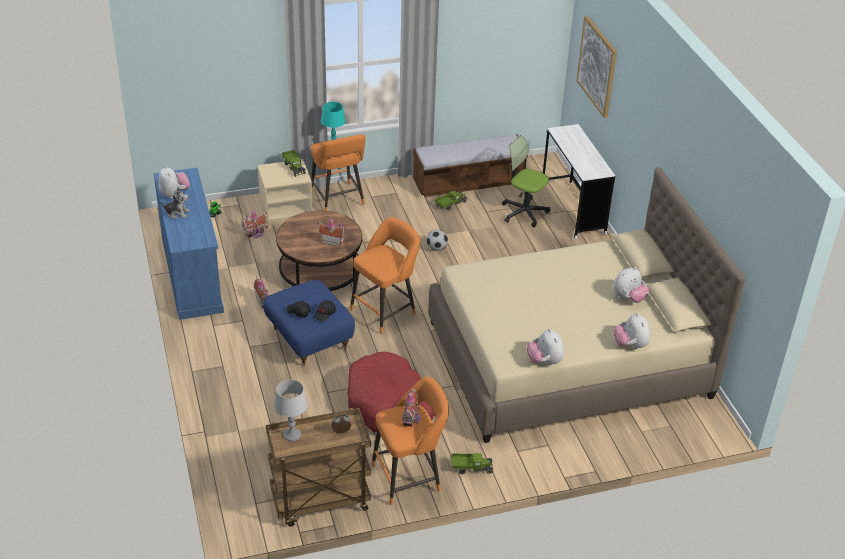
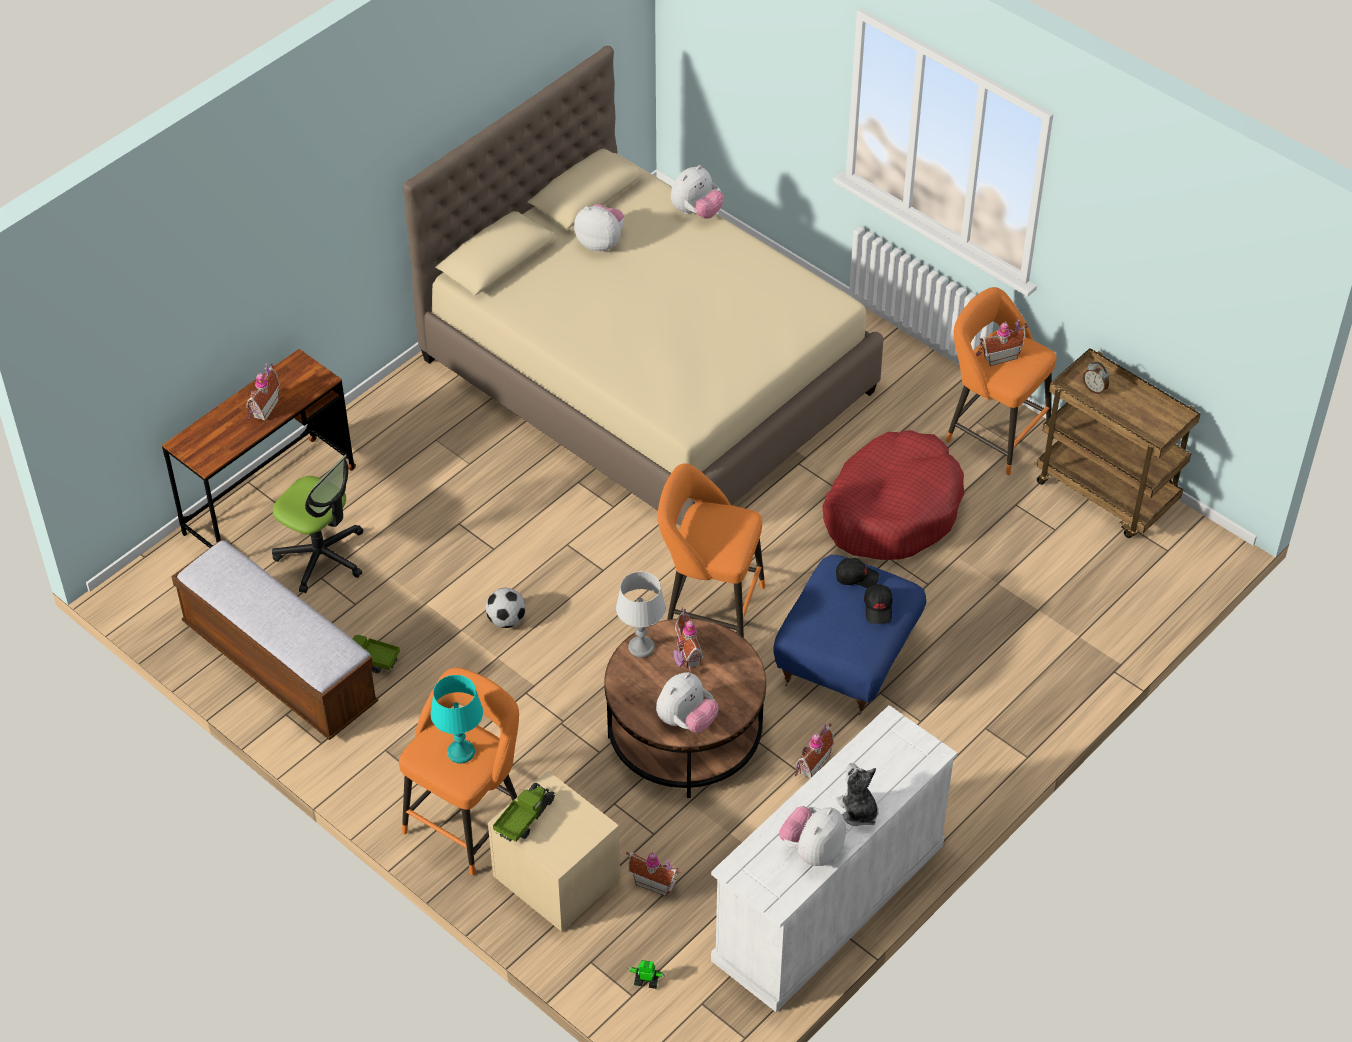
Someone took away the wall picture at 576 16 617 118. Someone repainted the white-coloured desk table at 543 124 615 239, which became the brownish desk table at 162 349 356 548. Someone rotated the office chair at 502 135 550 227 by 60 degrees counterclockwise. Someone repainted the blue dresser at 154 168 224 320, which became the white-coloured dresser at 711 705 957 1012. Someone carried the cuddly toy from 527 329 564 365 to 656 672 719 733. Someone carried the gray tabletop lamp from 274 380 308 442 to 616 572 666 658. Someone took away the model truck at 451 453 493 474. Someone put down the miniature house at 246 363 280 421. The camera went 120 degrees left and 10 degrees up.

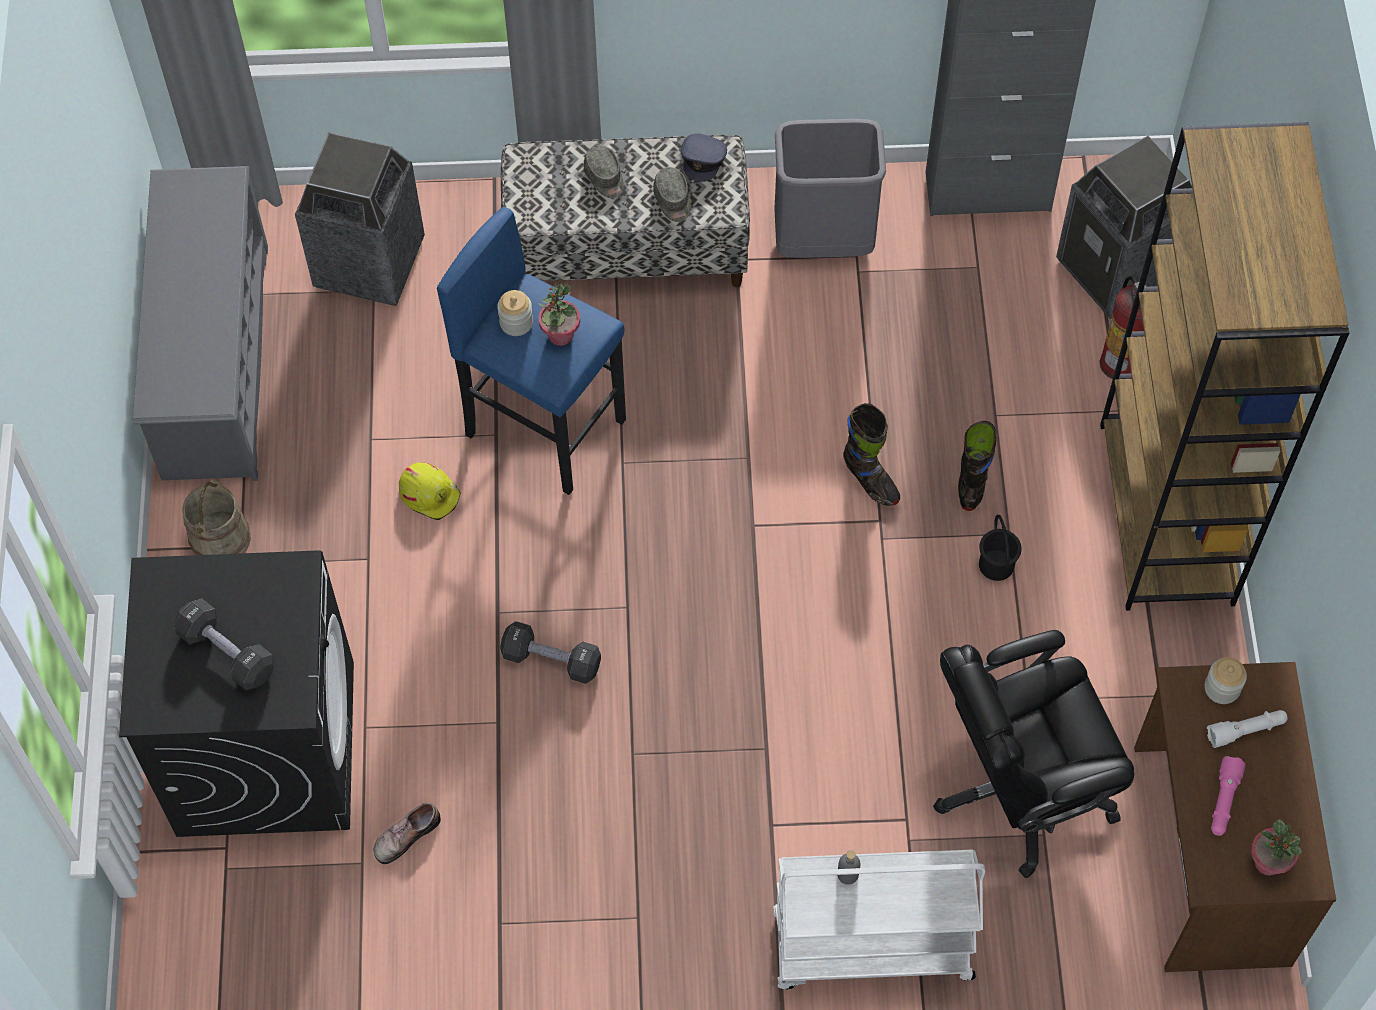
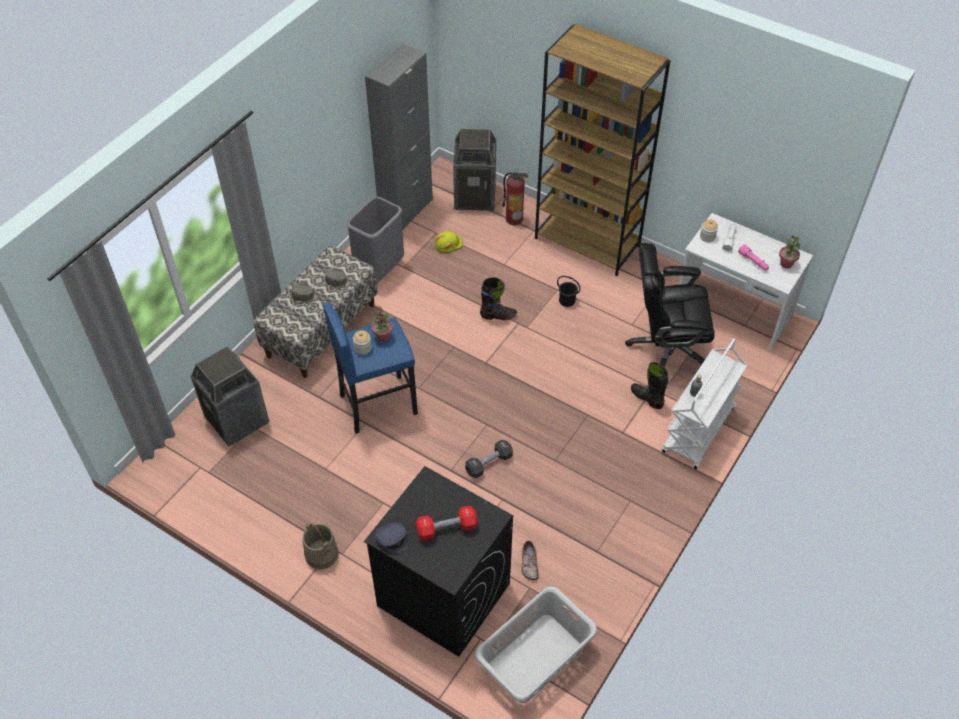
Someone carried the gray cap from 681 133 727 182 to 375 522 408 554. Someone took away the gray shoe stand at 133 166 268 481. Someone carried the black boot from 958 421 996 511 to 631 362 669 409. Someone carried the yellow-coloured work helmet from 399 462 461 520 to 434 231 463 253. Someone repainted the black free weight at 174 599 275 690, which became the red-coloured free weight at 416 505 478 541. Someone rotated the black office chair at 933 630 1134 878 by 75 degrees clockwise. Someone repainted the brownish desk table at 1134 662 1336 972, which became the white-coloured desk table at 679 213 813 350. Someone put down the gray laundry basket at 475 587 597 703. The camera went 55 degrees left and 10 degrees down.

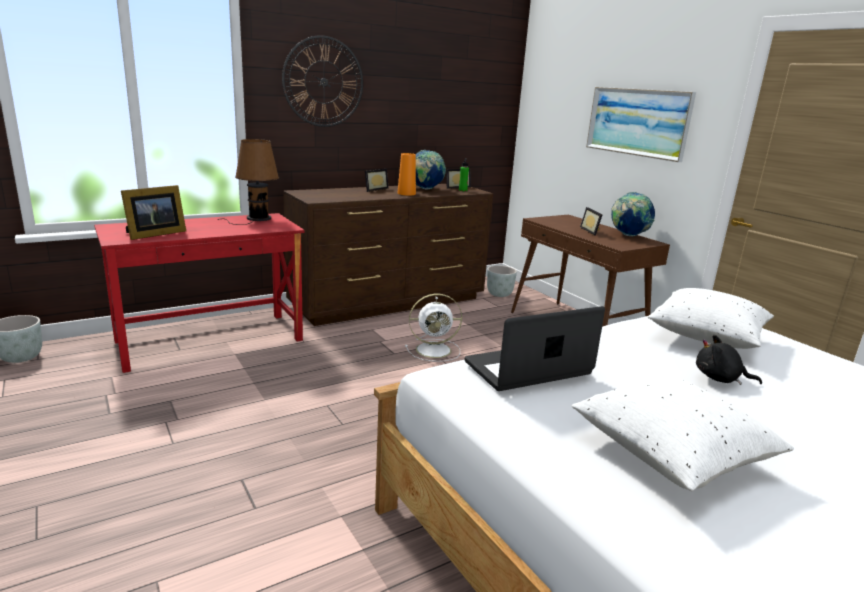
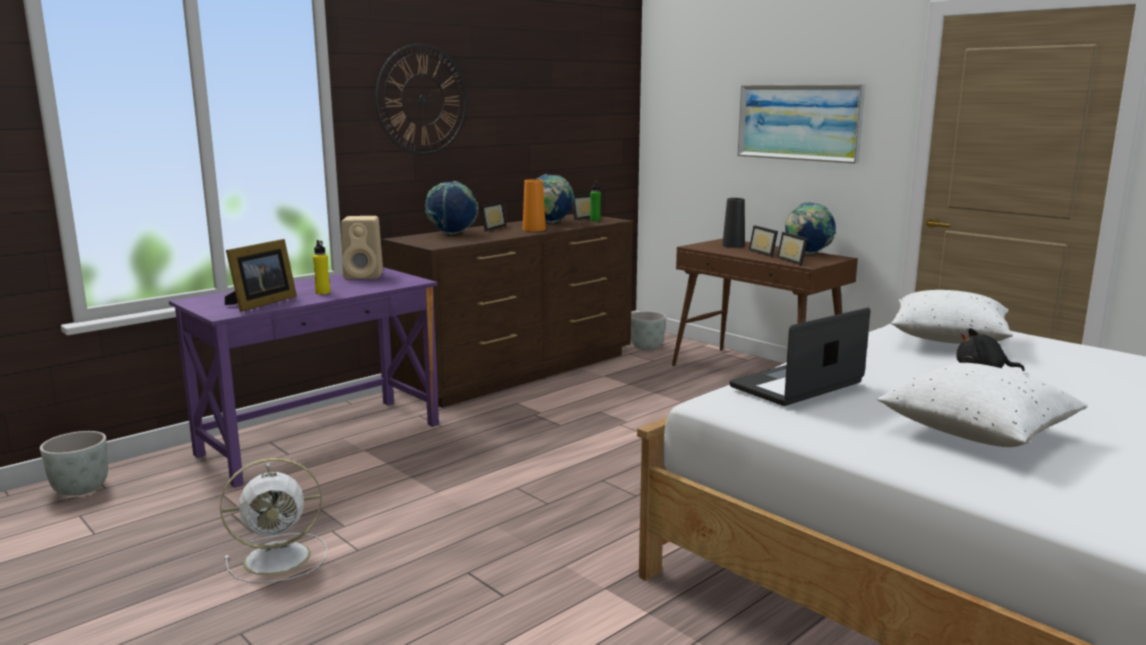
Someone swapped the brownish tabletop lamp at 218 139 279 225 for the beige-coloured loudspeaker at 341 216 383 279. Someone repainted the red-coloured desk table at 94 213 305 373, which became the purplish desk table at 169 267 439 488. Someone carried the white-coloured electric fan from 405 294 462 361 to 220 458 327 583. Someone put down the desk globe at 425 181 478 234. Someone put down the black flower vase at 722 198 745 248. Someone put down the standing frame at 777 232 808 265. Someone put down the yellow-coloured bottle at 313 240 330 294. The camera went 10 degrees left and 5 degrees down.

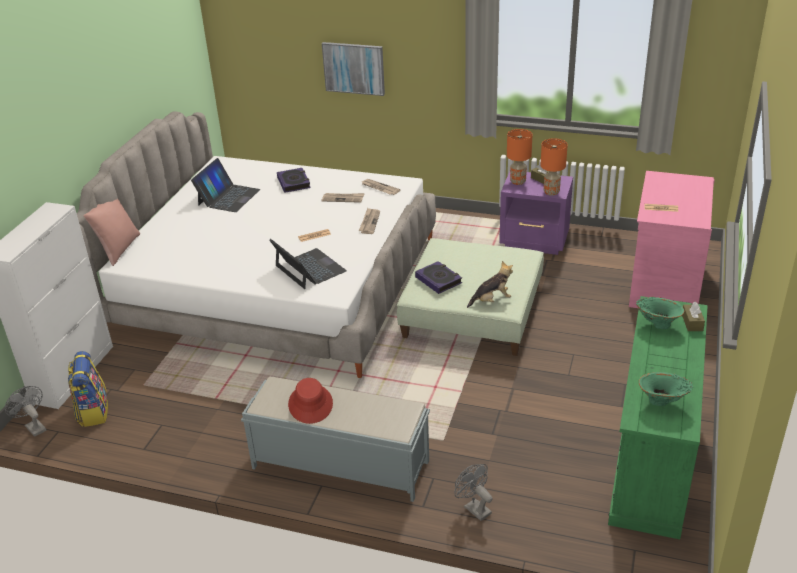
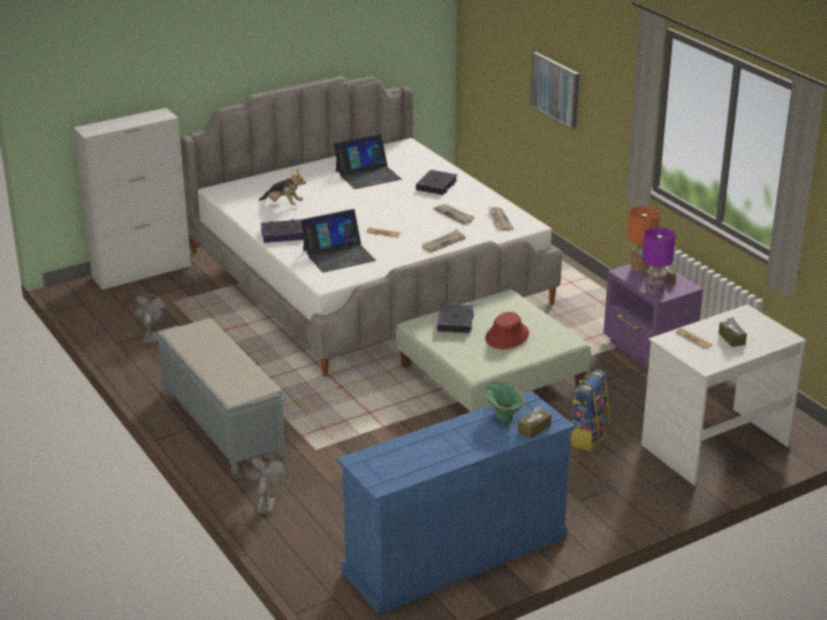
Someone repainted the orange tabletop lamp at 540 138 568 196, which became the purplish tabletop lamp at 642 227 676 296. Someone repainted the pink-coloured desk table at 629 171 715 308, which became the white-coloured desk table at 641 304 806 486. Someone took away the pink-coloured cushion at 84 199 140 266. Someone rotated the notebook computer at 269 239 347 289 by 60 degrees clockwise. Someone carried the cuddly toy from 467 261 513 308 to 259 169 307 205. Someone repainted the greenish dresser at 608 296 708 539, which became the blue dresser at 337 391 575 614. Someone carried the knapsack from 68 351 108 427 to 570 370 610 451. Someone took away the greenish flower vase at 639 372 693 406. Someone carried the red-coloured wearable hat from 288 378 333 424 to 485 312 529 349. Someone carried the gray electric fan from 5 386 46 437 to 131 294 168 343. Someone put down the book at 261 219 304 243. Someone put down the brownish box of tissues at 719 317 747 347. The camera went 40 degrees right and 5 degrees down.

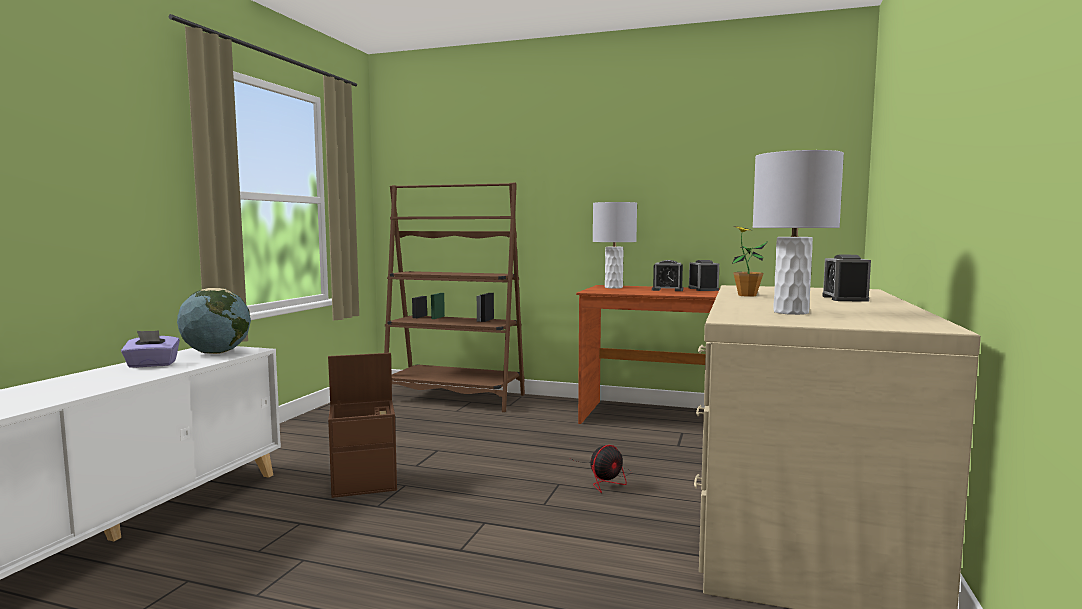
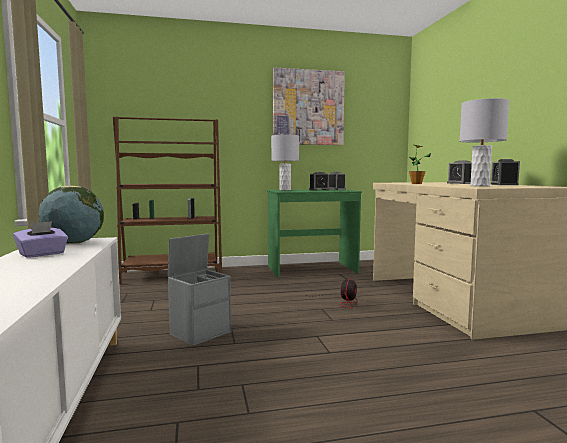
Someone repainted the brownish desk table at 576 285 720 424, which became the greenish desk table at 267 189 362 278. Someone repainted the brownish storage bin at 328 353 397 498, which became the gray storage bin at 168 233 231 346. Someone put up the wall picture at 273 68 345 145. Someone put down the alarm clock at 491 159 520 185. The camera went 30 degrees left and 0 degrees up.

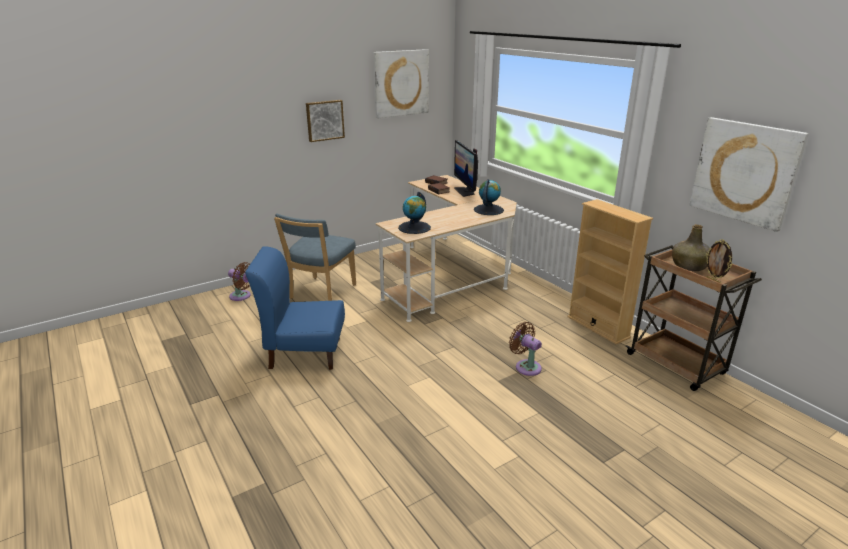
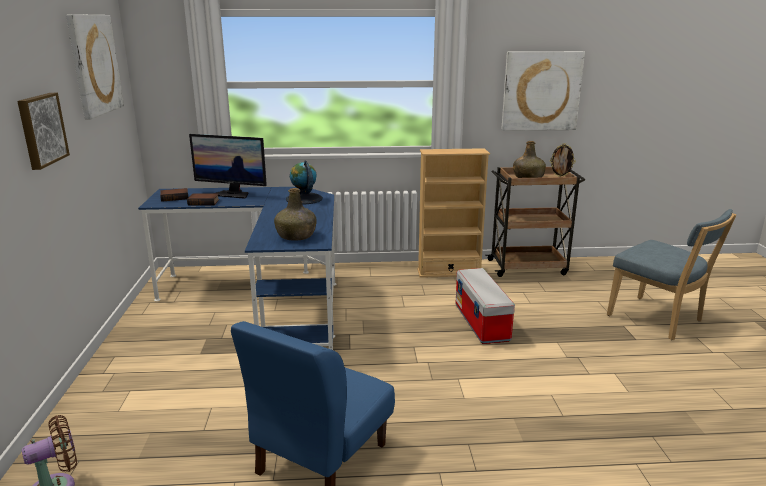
Someone repainted the beige-coloured desk table at 376 175 517 322, which became the blue desk table at 138 187 337 350. Someone swapped the desk globe at 398 192 431 234 for the greenish bottle at 274 188 317 241. Someone carried the blue chair from 274 213 356 301 to 607 209 736 340. Someone swapped the brownish electric fan at 509 322 542 376 for the storage bin at 455 268 515 344. The camera went 60 degrees left and 5 degrees down.

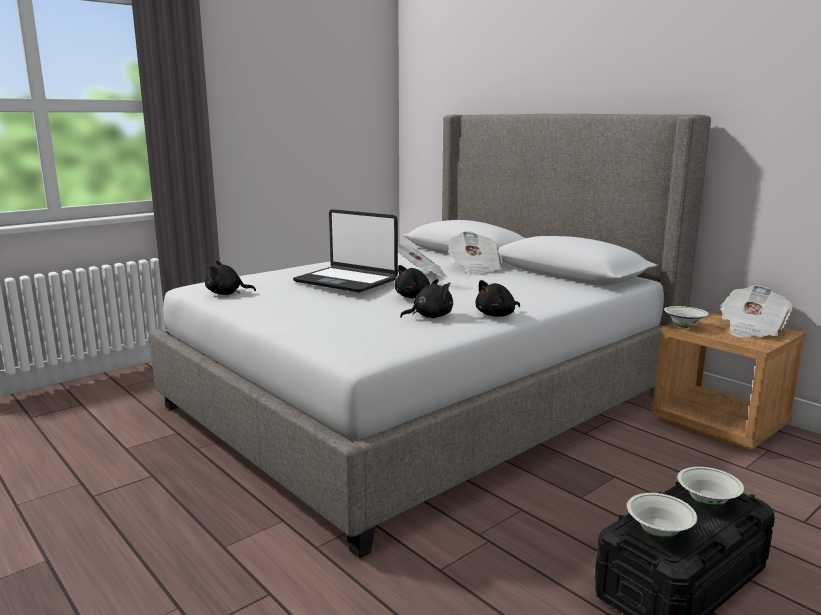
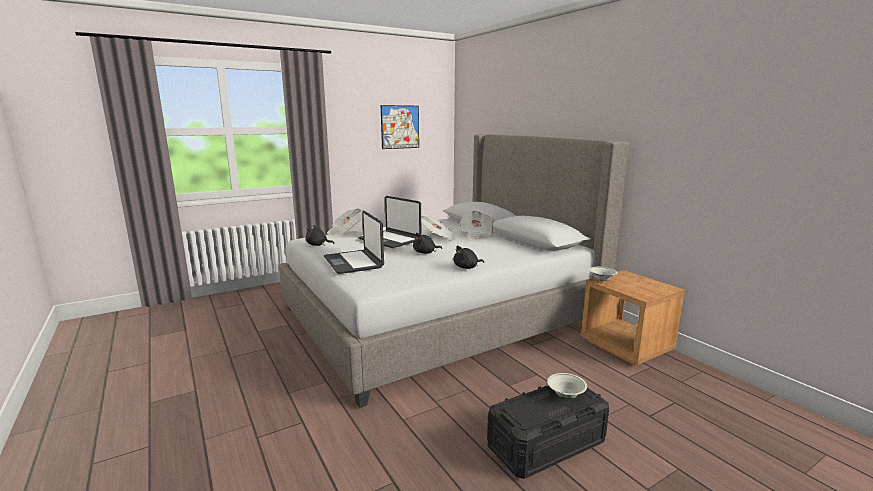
Someone took away the black cuddly toy at 400 279 453 318. Someone carried the printed paper from 720 285 794 337 to 327 208 363 235. Someone took away the white-coloured bowl at 627 493 697 539. Someone put up the wall picture at 381 105 419 149. Someone put down the notebook computer at 324 210 384 274. The camera went 10 degrees right and 0 degrees up.

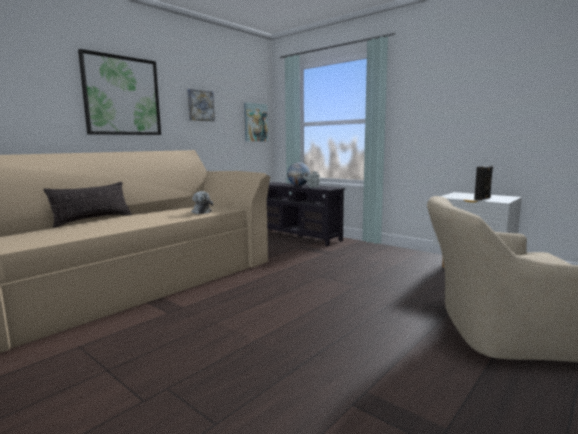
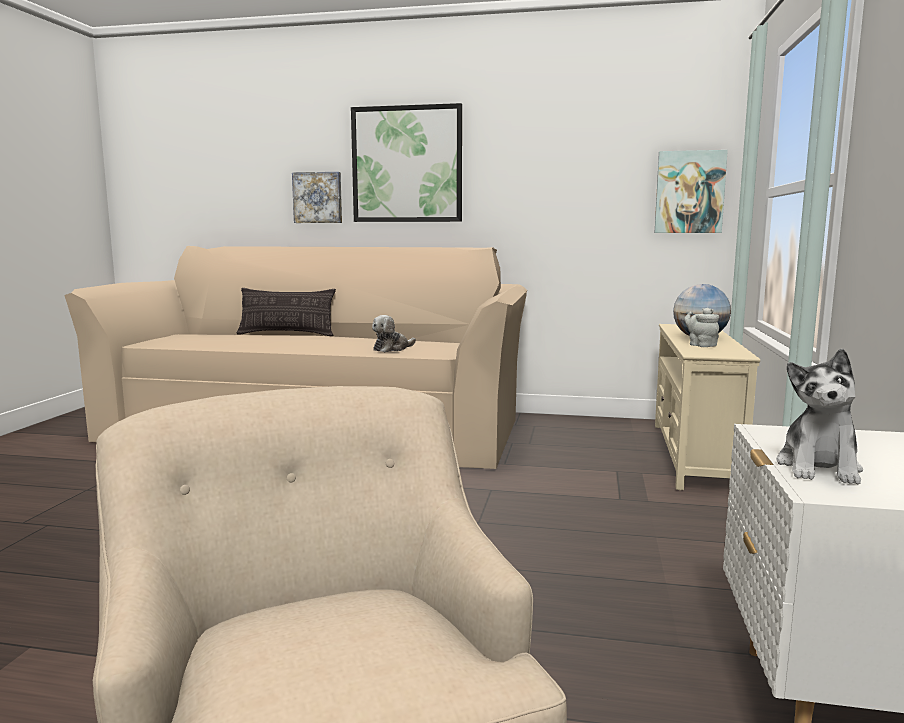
Someone carried the wall picture from 187 89 215 121 to 292 172 342 223. Someone swapped the black loudspeaker at 474 165 493 201 for the cuddly toy at 777 349 863 484. Someone repainted the black tv unit at 267 182 345 246, which became the beige-coloured tv unit at 655 324 760 490. The camera went 60 degrees right and 0 degrees up.

